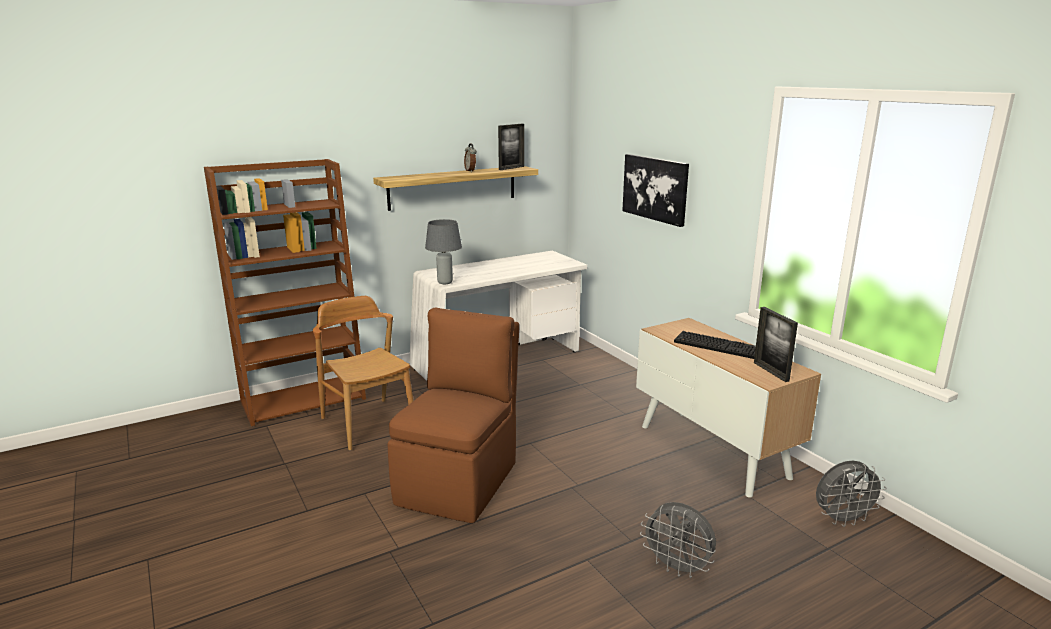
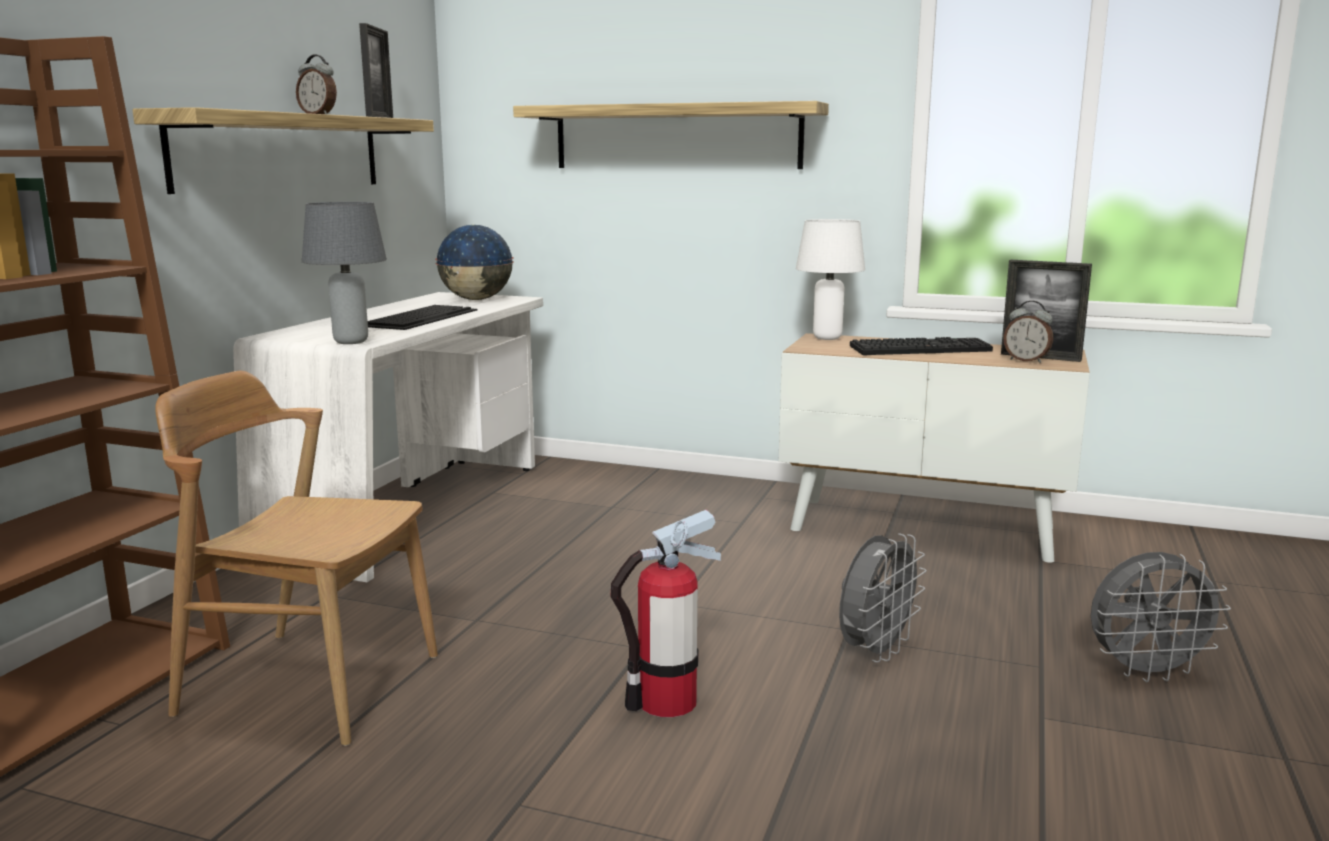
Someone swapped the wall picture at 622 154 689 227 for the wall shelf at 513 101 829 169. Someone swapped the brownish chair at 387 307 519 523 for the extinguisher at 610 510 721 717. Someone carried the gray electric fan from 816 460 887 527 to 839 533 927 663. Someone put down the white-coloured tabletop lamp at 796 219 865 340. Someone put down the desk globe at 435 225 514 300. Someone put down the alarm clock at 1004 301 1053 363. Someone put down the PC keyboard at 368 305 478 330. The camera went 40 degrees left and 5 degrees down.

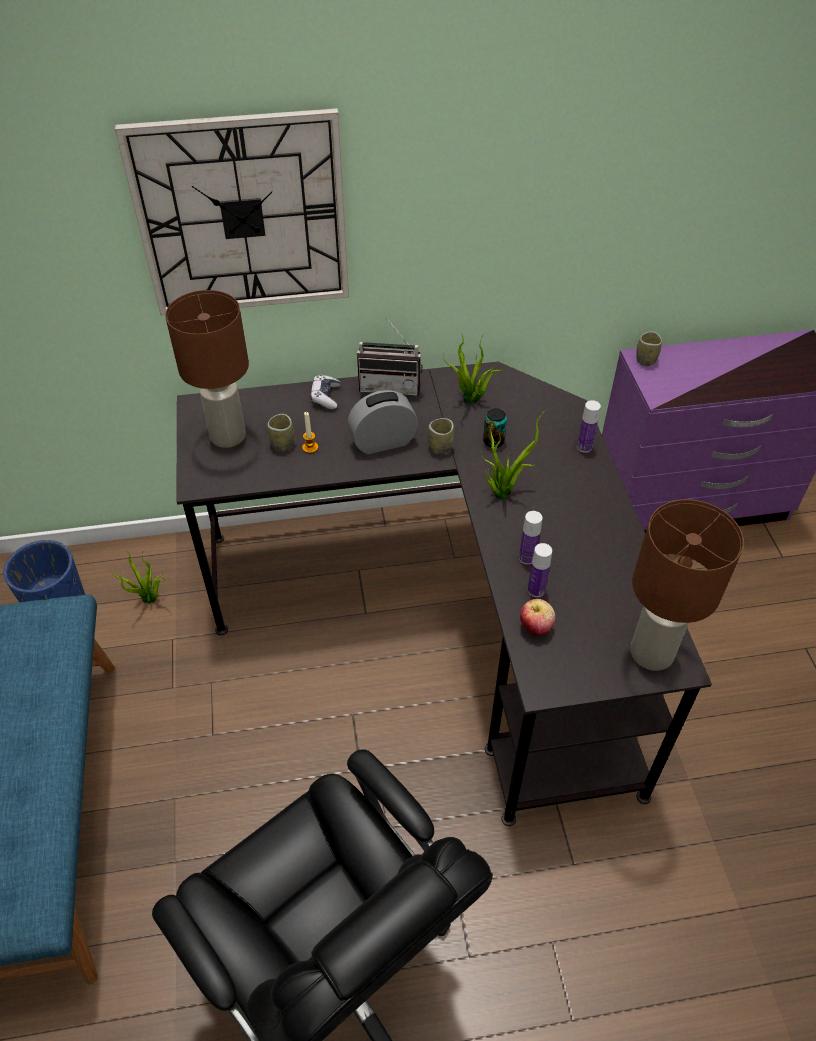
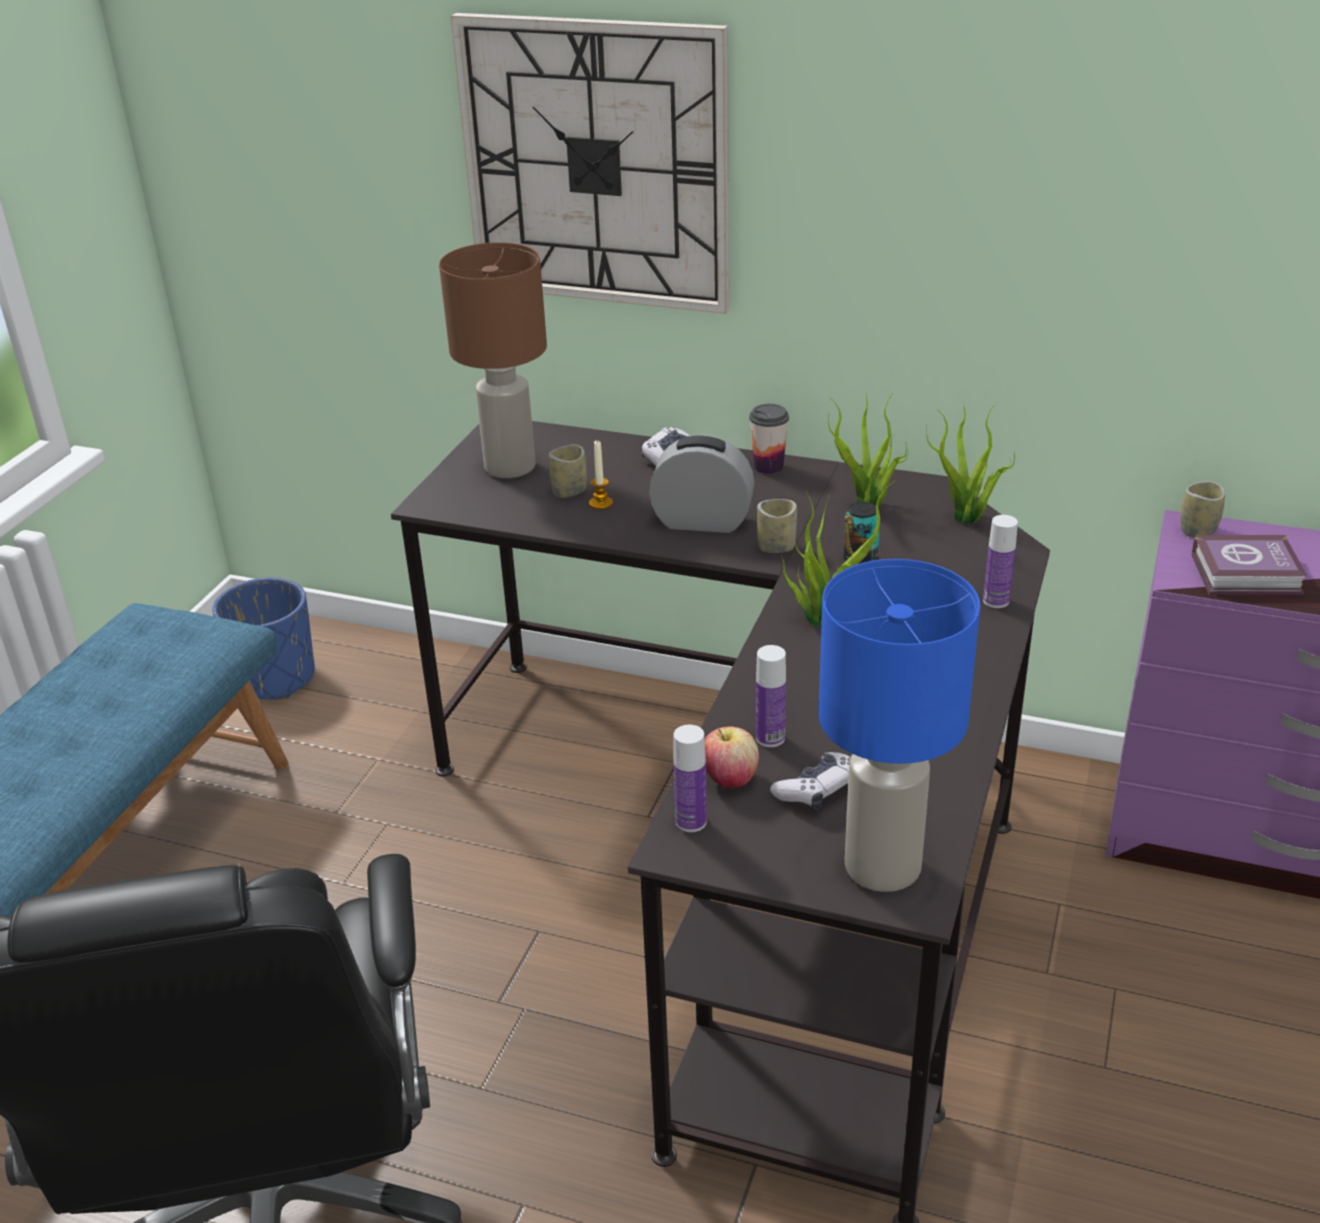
Someone swapped the radio at 357 316 423 396 for the small cup at 749 404 789 474. Someone repainted the brownish tabletop lamp at 630 499 744 671, which became the blue tabletop lamp at 819 559 980 892. Someone carried the bottle from 519 511 543 565 to 674 725 707 832. Someone carried the houseplant from 110 549 165 604 to 926 402 1015 524. Someone put down the book at 1192 535 1308 595. Someone put down the gamepad at 770 752 851 810. The camera went 30 degrees right and 15 degrees down.

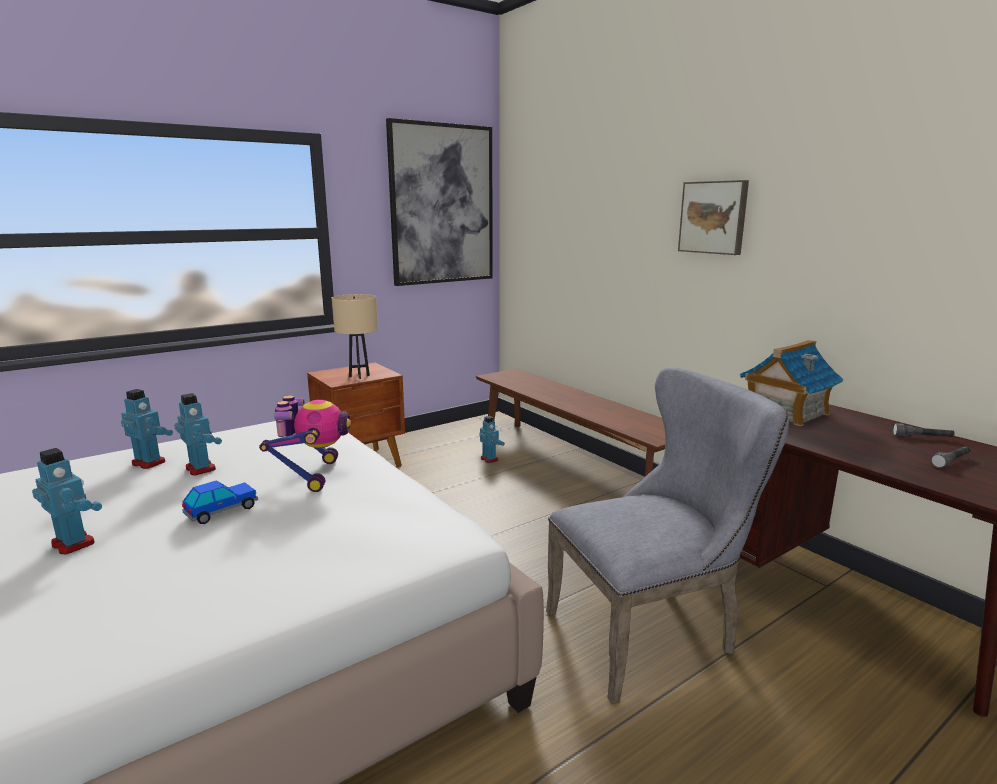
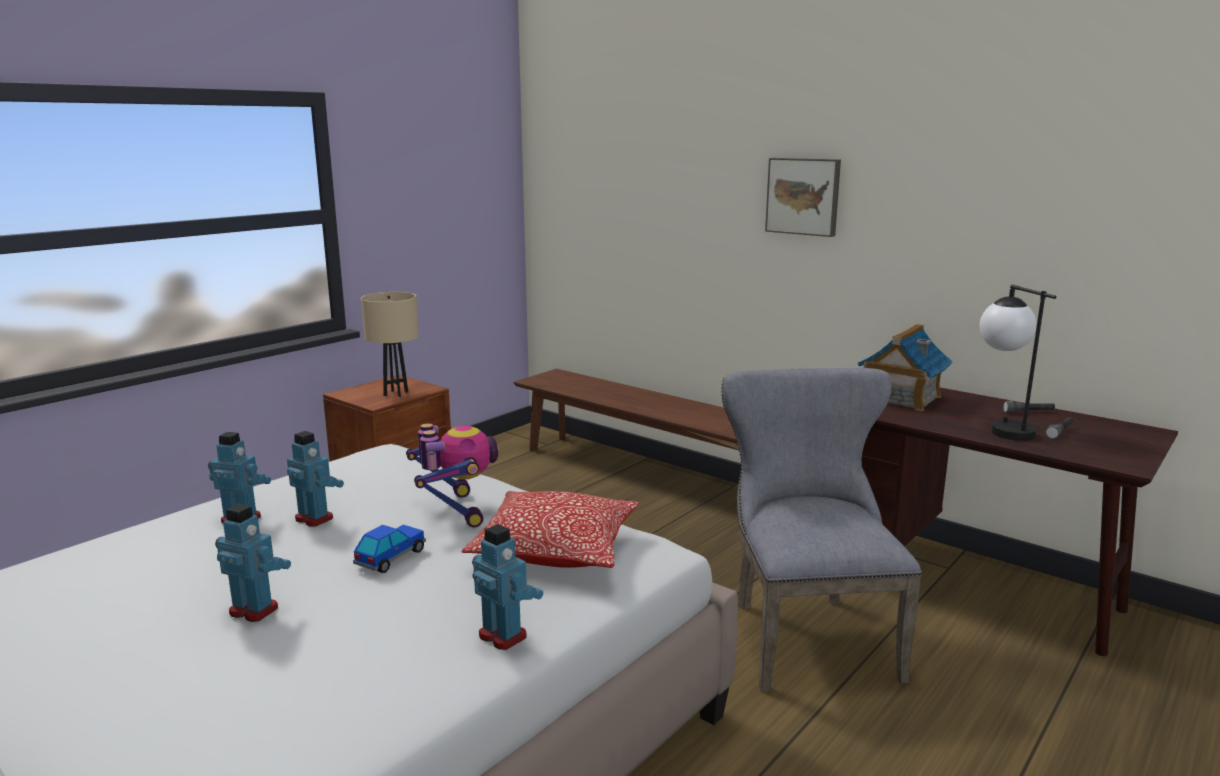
Someone took away the wall picture at 386 118 493 286. Someone rotated the gray chair at 546 367 789 705 by 60 degrees counterclockwise. Someone carried the robot figure from 479 416 505 463 to 472 524 543 650. Someone put down the tabletop lamp at 979 285 1056 441. Someone put down the cushion at 462 491 639 568. The camera went 15 degrees left and 0 degrees up.

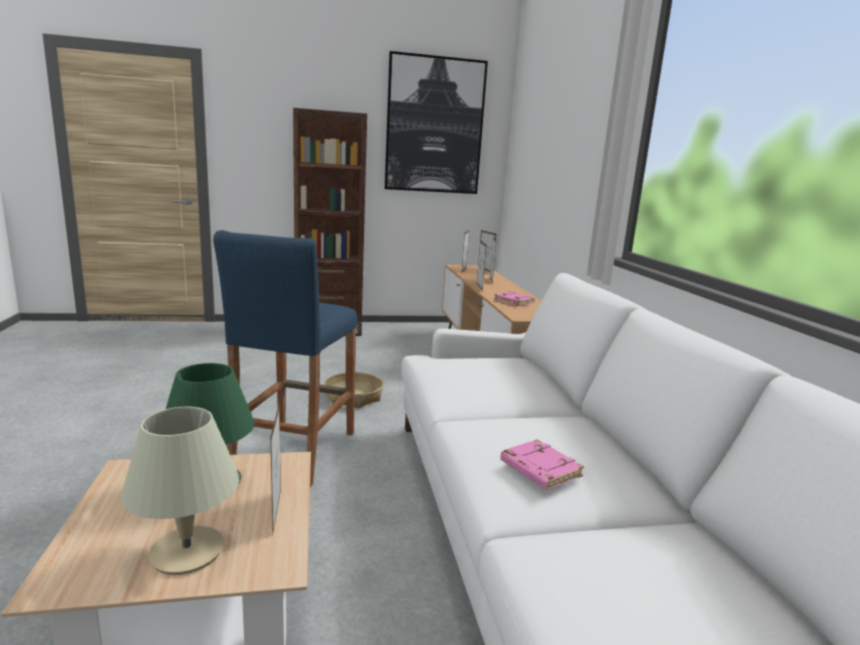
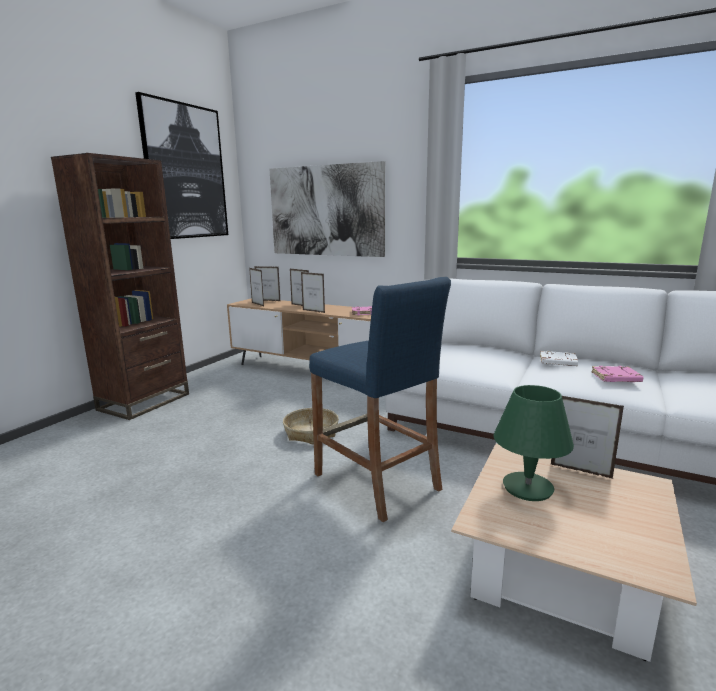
Someone took away the beige-coloured tabletop lamp at 121 407 240 575. Someone put up the wall picture at 269 161 385 257. Someone put down the white-coloured book at 540 351 578 366. The camera went 50 degrees left and 0 degrees up.

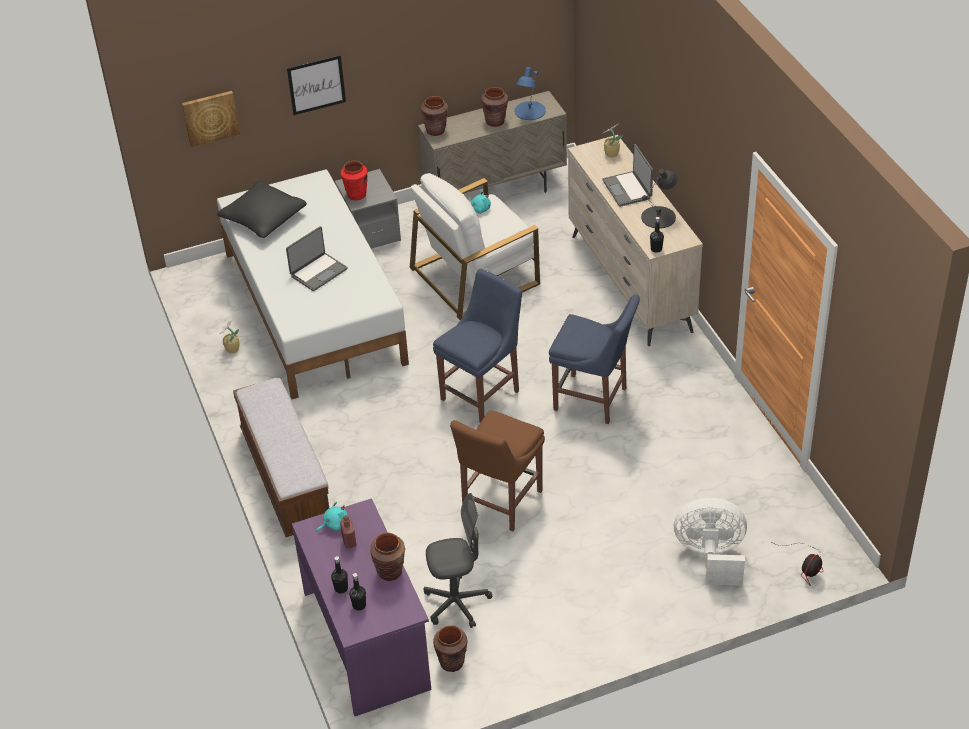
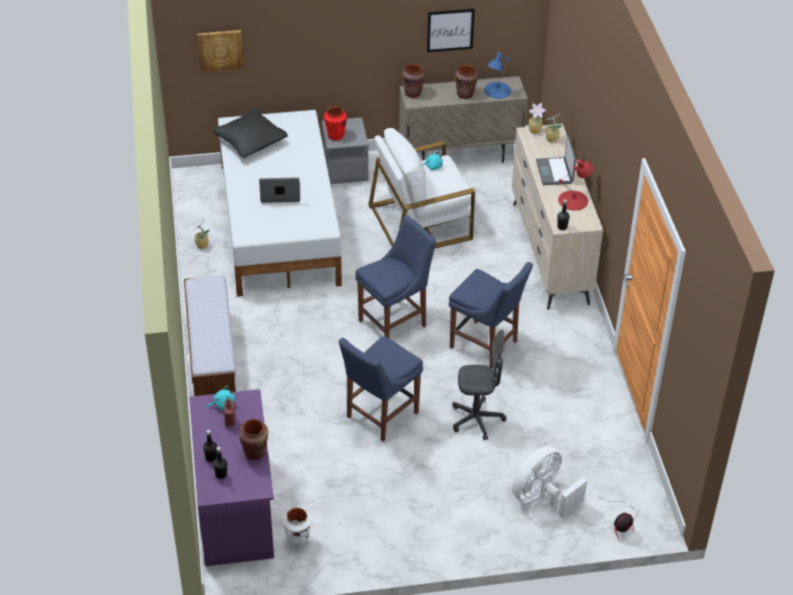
Someone carried the wall picture from 287 55 346 115 to 427 9 475 52. Someone repainted the black tabletop lamp at 641 169 678 228, which became the red-coloured tabletop lamp at 558 159 593 210. Someone rotated the notebook computer at 286 226 348 291 by 150 degrees counterclockwise. Someone repainted the brownish chair at 450 410 545 531, which became the blue chair at 339 336 423 442. Someone carried the gray office chair from 424 493 492 628 to 452 330 506 440. Someone rotated the white-coloured electric fan at 674 498 747 586 by 60 degrees counterclockwise. Someone repainted the brownish flower vase at 433 625 468 672, which became the white-coloured flower vase at 282 508 312 547. Someone put down the houseplant at 529 103 546 134. The camera went 10 degrees right and 0 degrees up.

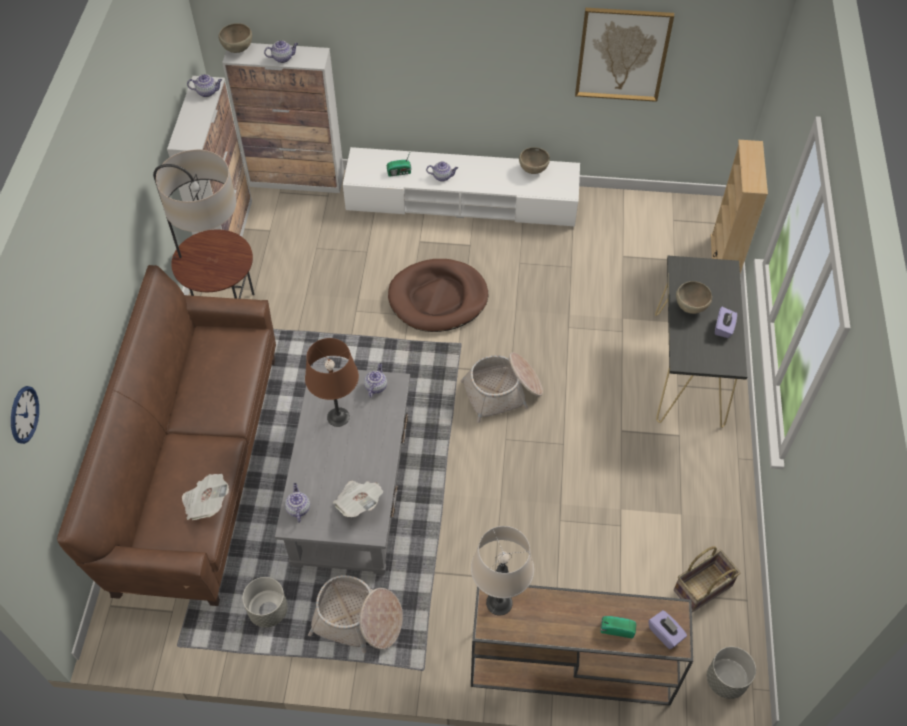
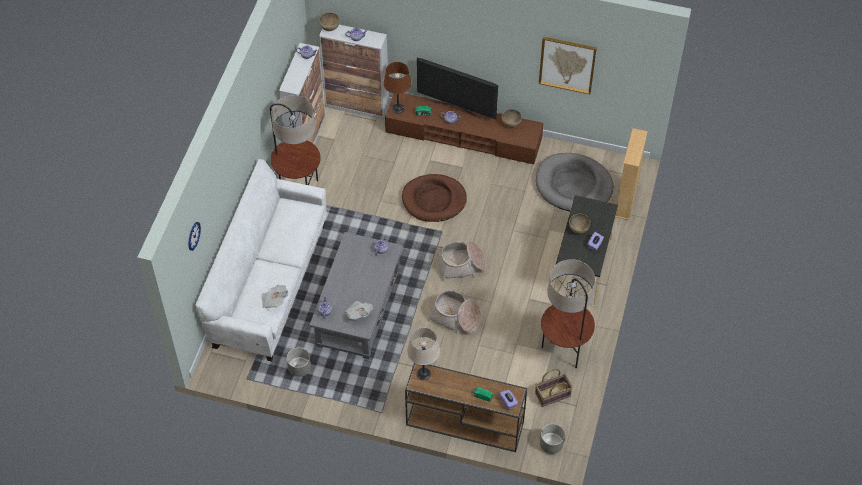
Someone repainted the white-coloured tv unit at 343 147 580 226, which became the brownish tv unit at 385 93 543 164. Someone repainted the brownish settee at 57 265 276 606, which became the white-coloured settee at 196 159 327 362. Someone carried the brownish tabletop lamp from 305 338 359 427 to 383 62 412 113. Someone carried the storage basket from 308 575 403 653 to 427 290 481 334. Someone put down the TV at 417 58 498 119. Someone put down the gray pet bed at 536 153 613 211. Someone put down the standing lamp at 541 259 595 368. The camera went 10 degrees right and 0 degrees up.

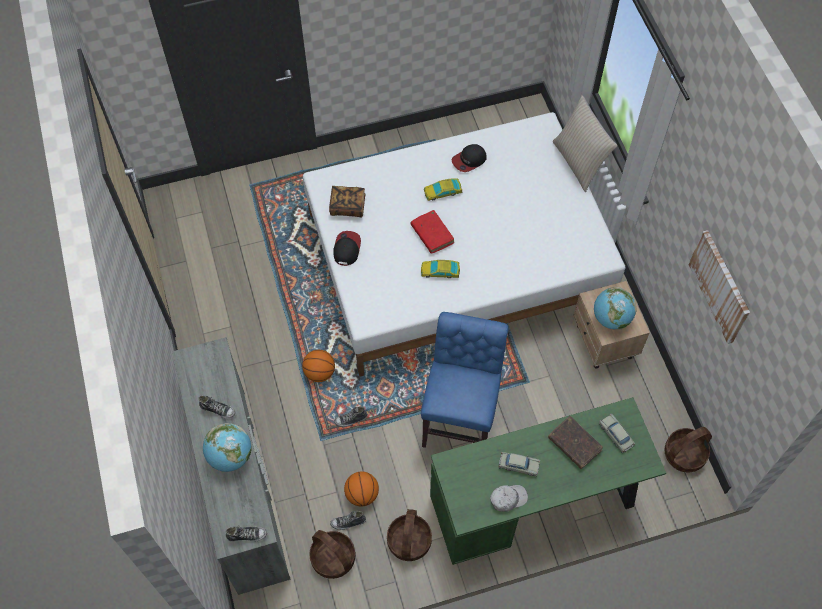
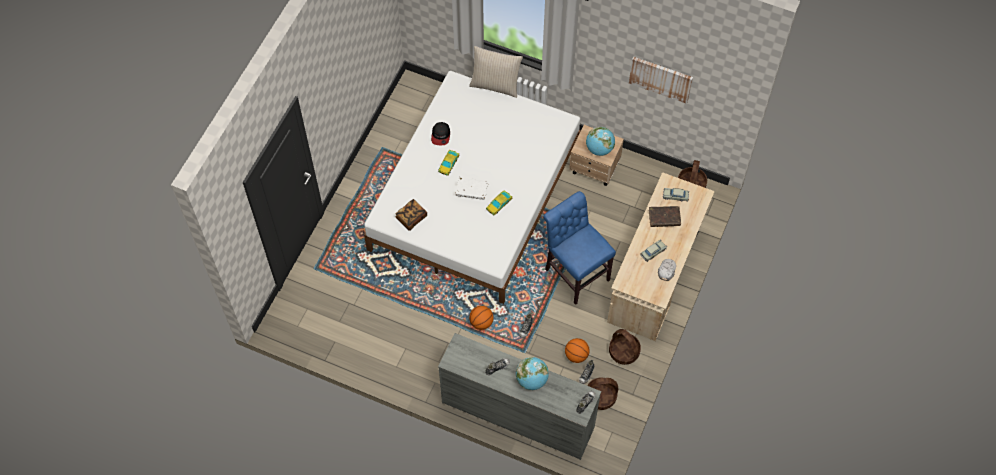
Someone repainted the red-coloured book at 411 210 454 254, which became the white-coloured book at 456 177 488 200. Someone took away the cap at 333 231 361 266. Someone repainted the greenish desk table at 430 397 666 565, which became the beige-coloured desk table at 607 172 715 341. The camera went 50 degrees left and 0 degrees up.

